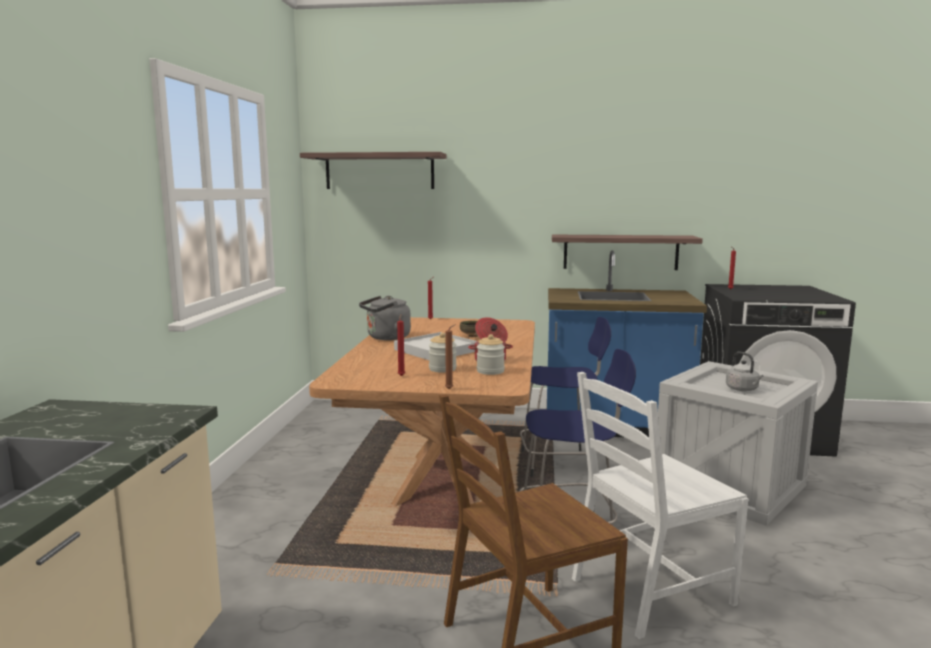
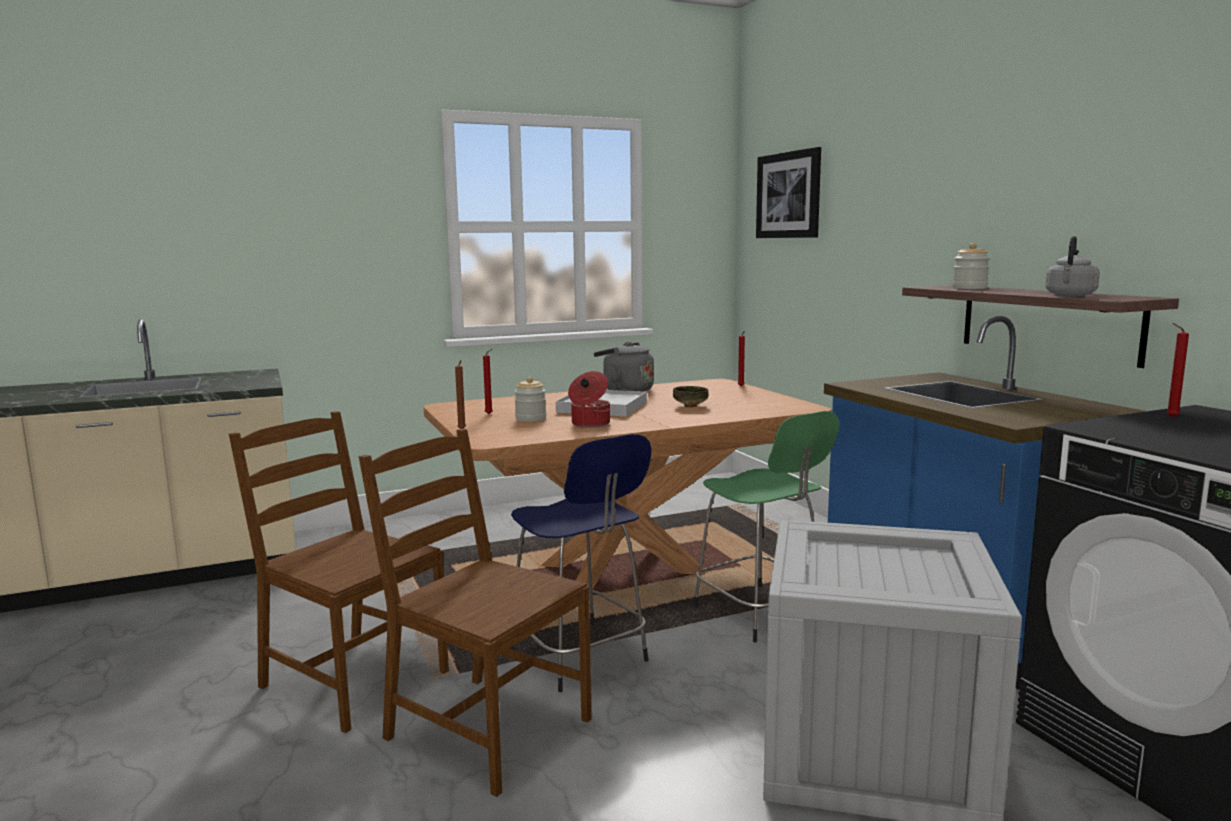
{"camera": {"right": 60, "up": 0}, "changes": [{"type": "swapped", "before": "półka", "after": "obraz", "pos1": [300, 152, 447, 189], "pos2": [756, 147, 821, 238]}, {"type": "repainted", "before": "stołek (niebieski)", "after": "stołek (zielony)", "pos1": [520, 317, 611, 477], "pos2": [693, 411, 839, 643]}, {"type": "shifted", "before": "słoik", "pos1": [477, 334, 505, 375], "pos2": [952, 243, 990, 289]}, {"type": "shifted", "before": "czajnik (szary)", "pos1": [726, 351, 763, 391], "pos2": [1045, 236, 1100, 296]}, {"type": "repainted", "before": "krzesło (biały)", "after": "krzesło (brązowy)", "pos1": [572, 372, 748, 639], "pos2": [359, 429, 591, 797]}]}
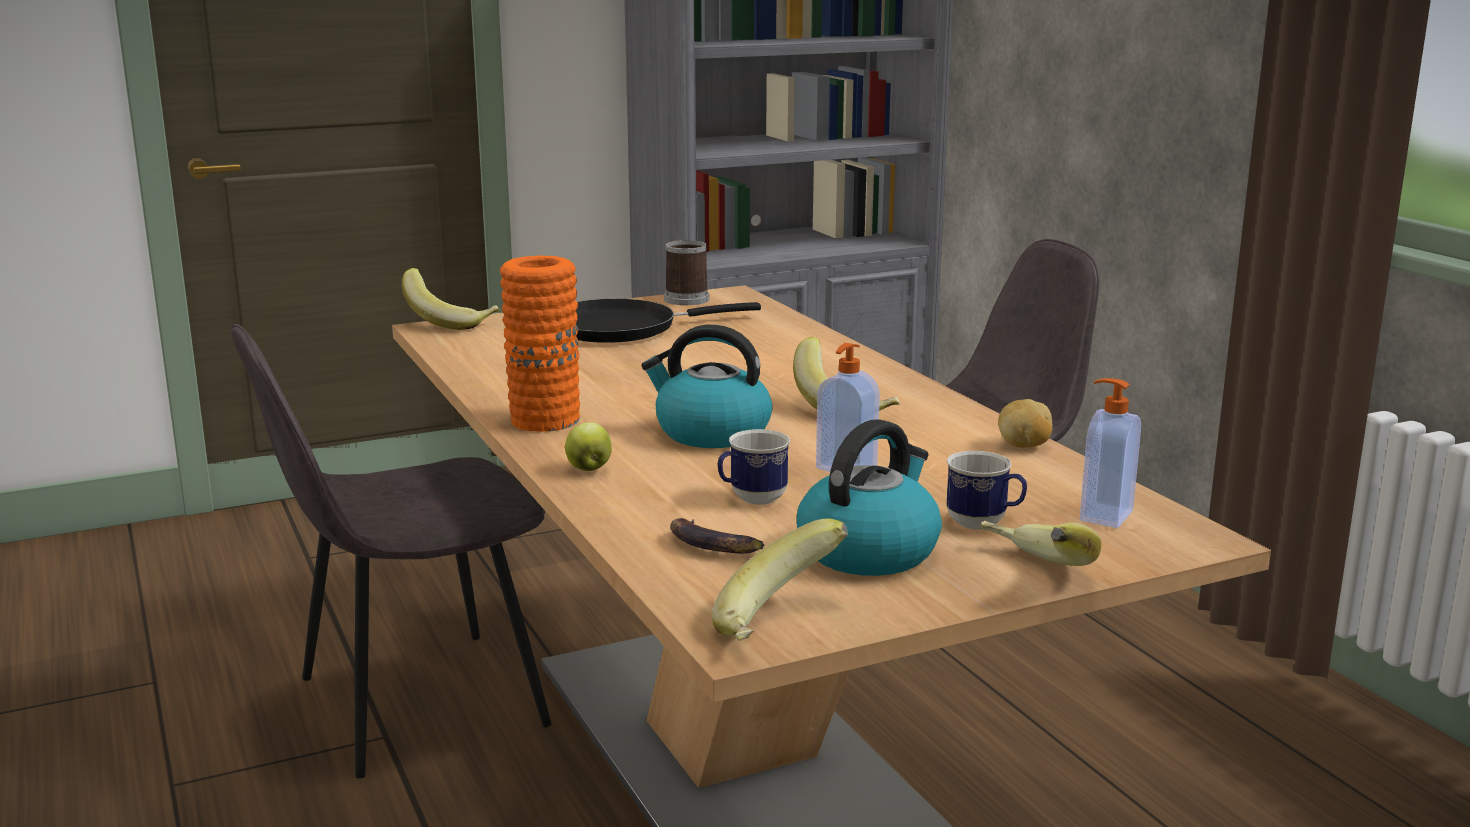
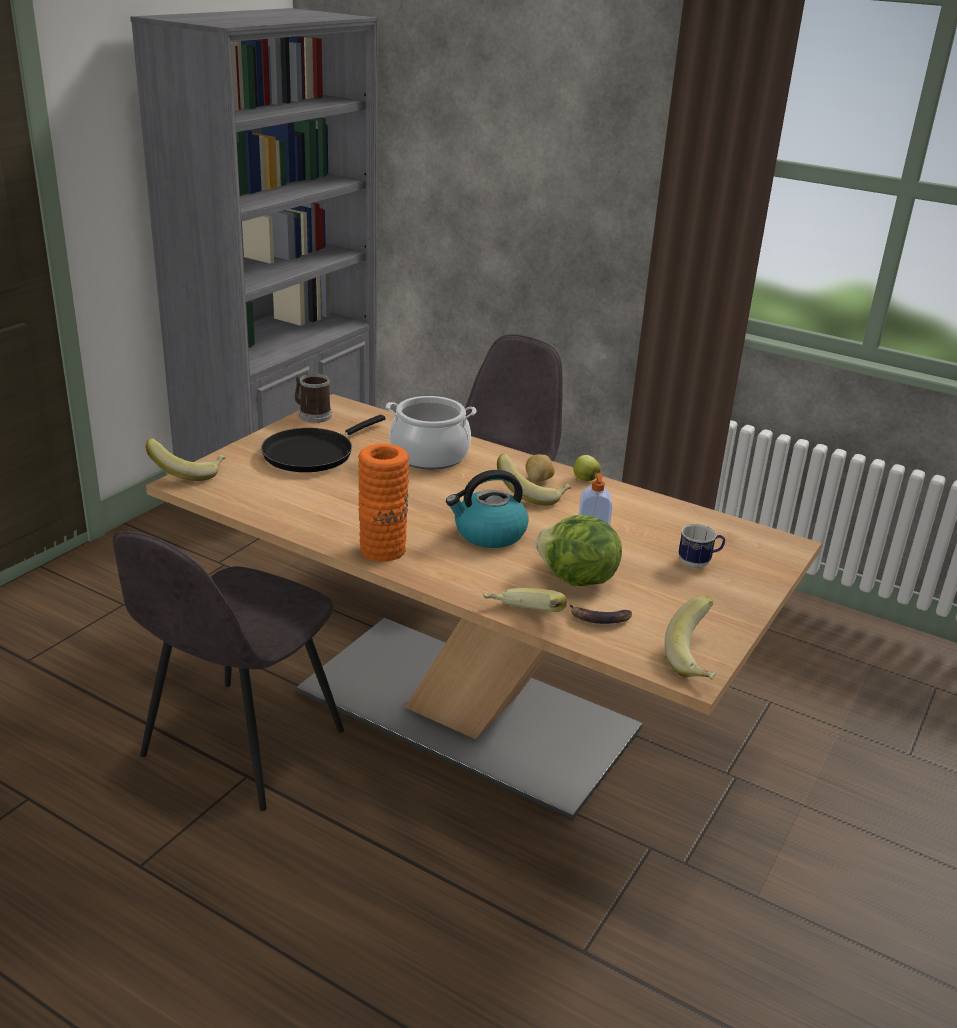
{"camera": {"right": -35, "up": 10}, "changes": [{"type": "gone", "before": "dozownik mydła", "pos1": [1080, 378, 1141, 528]}, {"type": "shifted", "before": "ziemniak", "pos1": [998, 399, 1053, 448], "pos2": [526, 454, 555, 482]}, {"type": "gone", "before": "czajnik", "pos1": [797, 419, 942, 576]}, {"type": "shifted", "before": "jabłko", "pos1": [565, 423, 612, 471], "pos2": [574, 455, 601, 481]}, {"type": "swapped", "before": "kubek", "after": "sałata", "pos1": [718, 429, 790, 505], "pos2": [536, 515, 622, 586]}, {"type": "shifted", "before": "banan", "pos1": [980, 521, 1102, 566], "pos2": [483, 588, 567, 612]}, {"type": "new", "after": "garnek", "pos2": [386, 396, 477, 470]}]}
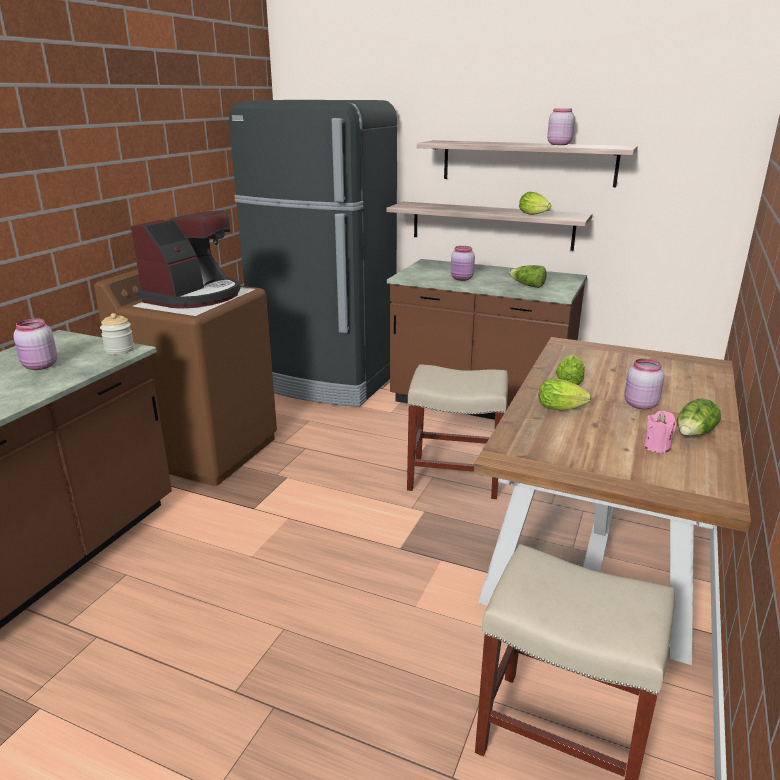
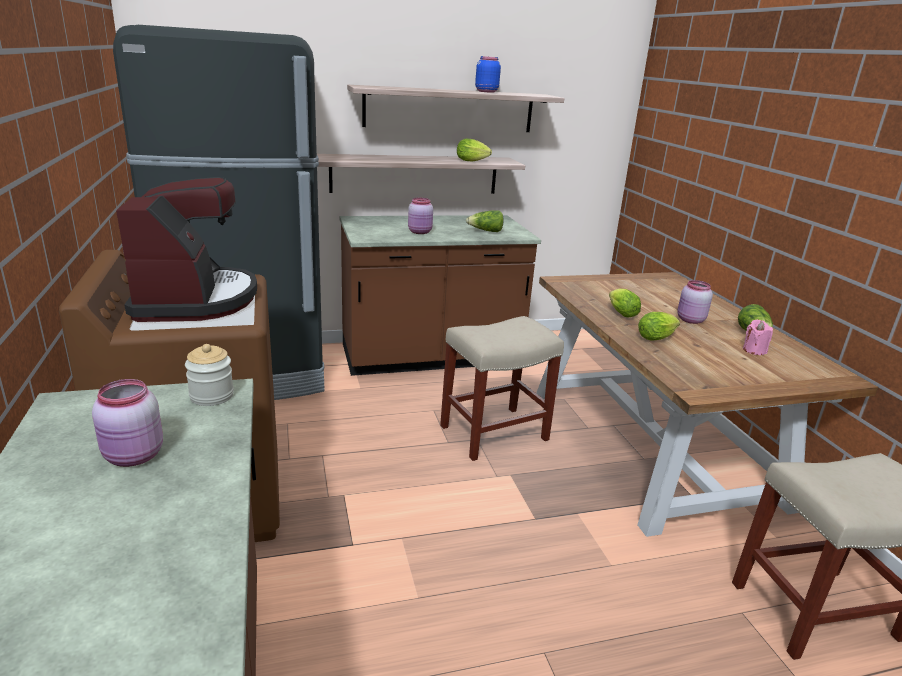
{"camera": {"right": -40, "up": 0}, "changes": [{"type": "repainted", "before": "słoik (różowy)", "after": "słoik (niebieski)", "pos1": [547, 108, 575, 145], "pos2": [475, 56, 501, 93]}]}
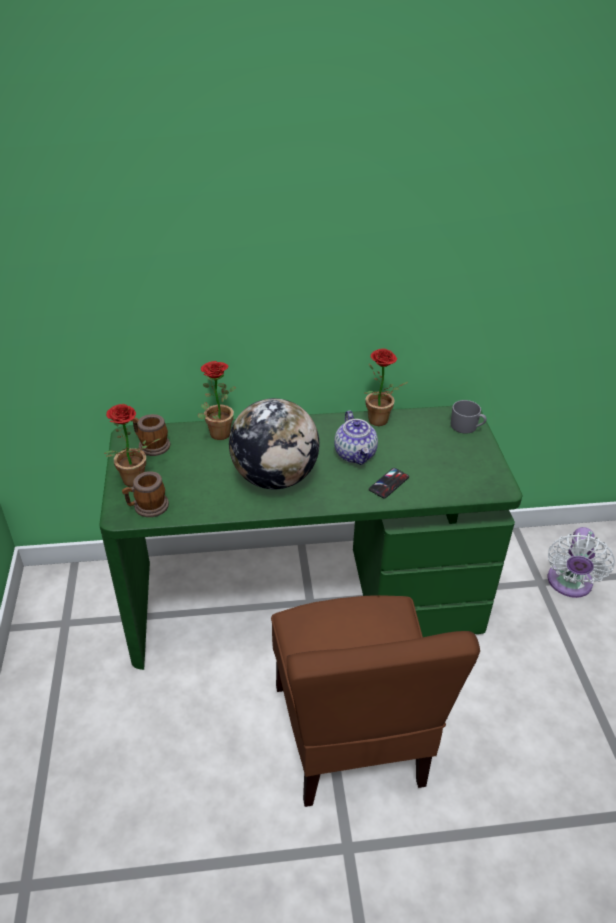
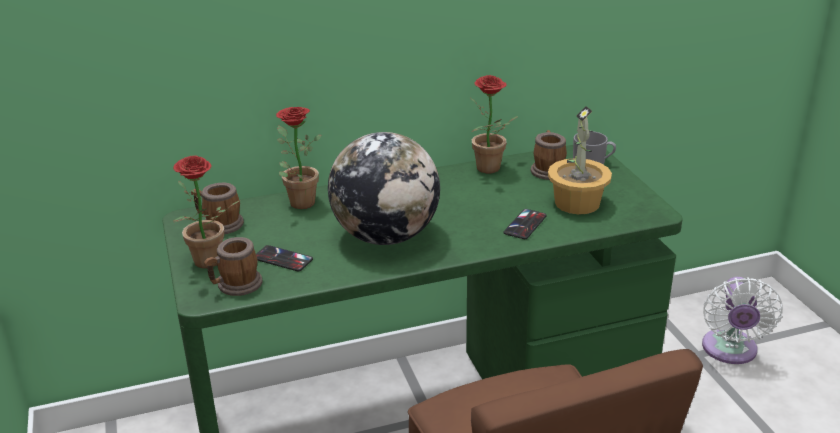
{"camera": {"right": -10, "up": -10}, "changes": [{"type": "gone", "before": "imbryk", "pos1": [334, 411, 378, 465]}, {"type": "new", "after": "roślina doniczkowa", "pos2": [548, 106, 612, 214]}, {"type": "new", "after": "kubek", "pos2": [531, 130, 567, 180]}, {"type": "new", "after": "telefon", "pos2": [256, 245, 313, 271]}]}
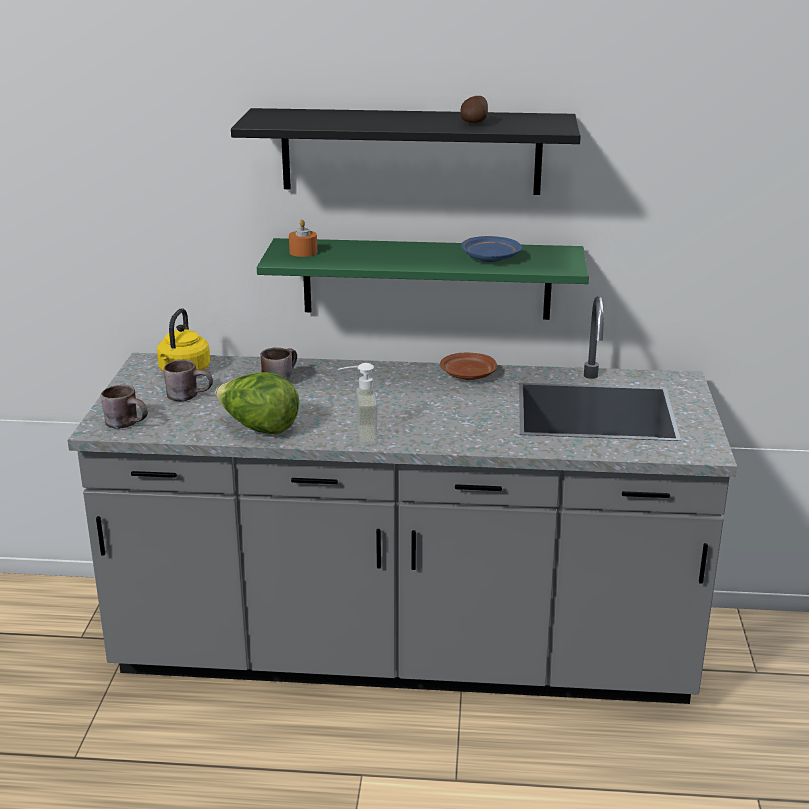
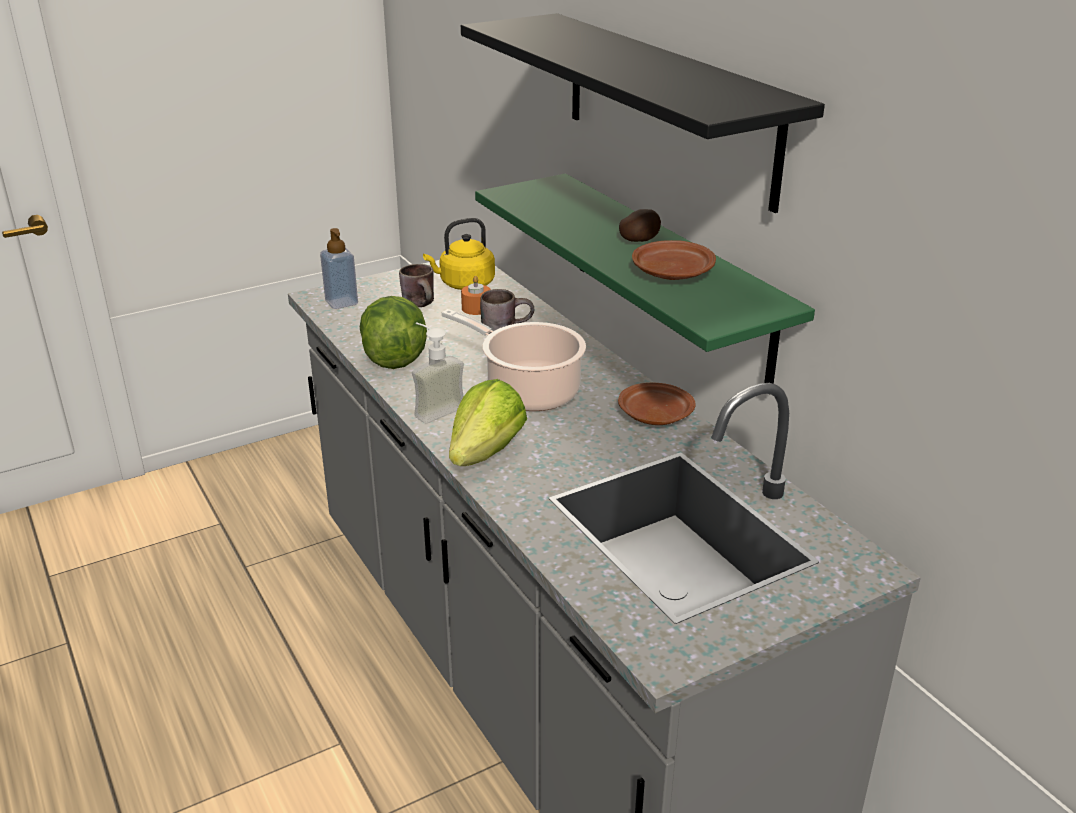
{"camera": {"right": 55, "up": 5}, "changes": [{"type": "shifted", "before": "ziemniak", "pos1": [460, 96, 488, 123], "pos2": [619, 209, 661, 242]}, {"type": "shifted", "before": "świeca (pomarańczowy)", "pos1": [289, 220, 317, 257], "pos2": [461, 276, 491, 315]}, {"type": "repainted", "before": "talerz (niebieski)", "after": "talerz (brązowy)", "pos1": [461, 236, 522, 262], "pos2": [632, 240, 716, 280]}, {"type": "swapped", "before": "kubek (brązowy)", "after": "dozownik mydła", "pos1": [101, 385, 148, 429], "pos2": [320, 228, 358, 309]}, {"type": "new", "after": "garnek", "pos2": [441, 309, 586, 411]}, {"type": "new", "after": "sałata", "pos2": [449, 379, 527, 466]}]}
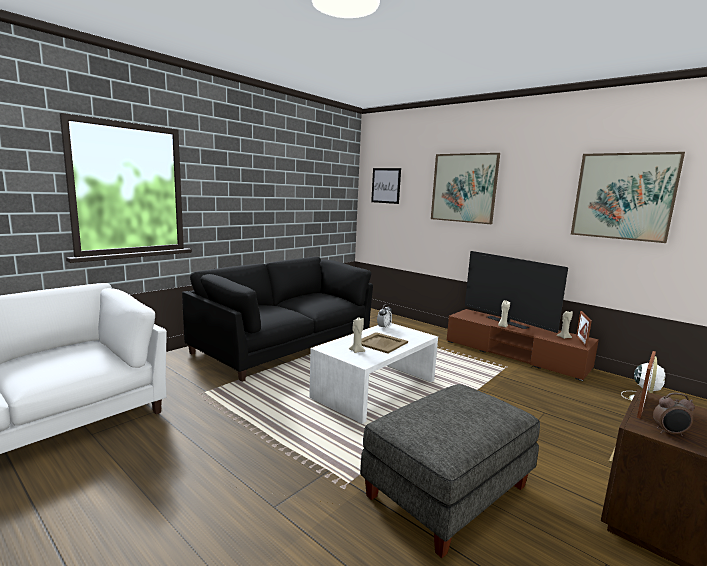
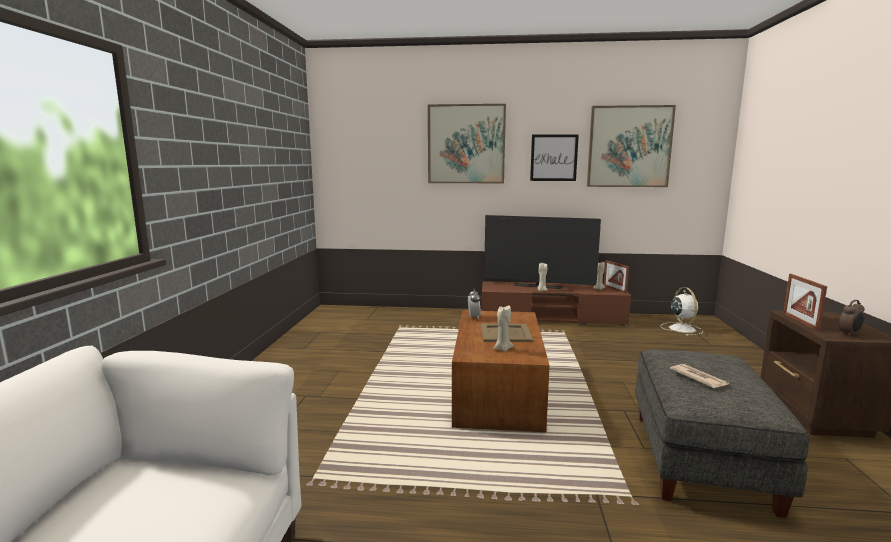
{"camera": {"right": -35, "up": 0}, "changes": [{"type": "shifted", "before": "obraz", "pos1": [371, 168, 401, 204], "pos2": [530, 134, 579, 181]}, {"type": "gone", "before": "kanapa (czarny)", "pos1": [182, 257, 373, 382]}, {"type": "repainted", "before": "ława (biały)", "after": "ława (brązowy)", "pos1": [309, 323, 438, 424], "pos2": [452, 310, 550, 432]}, {"type": "new", "after": "gazeta", "pos2": [670, 364, 729, 388]}]}
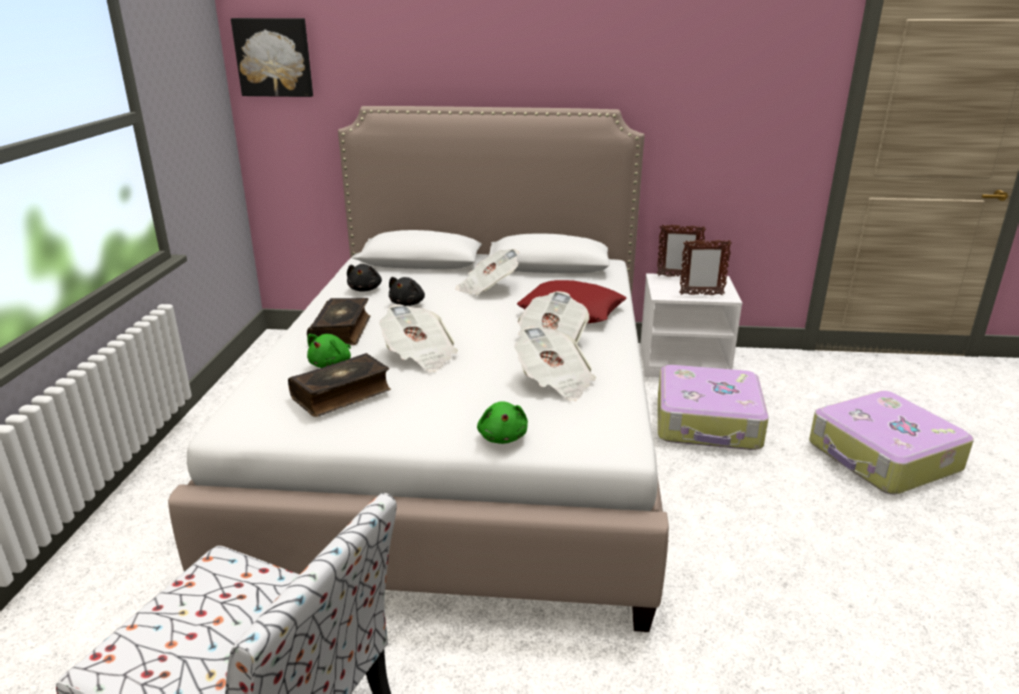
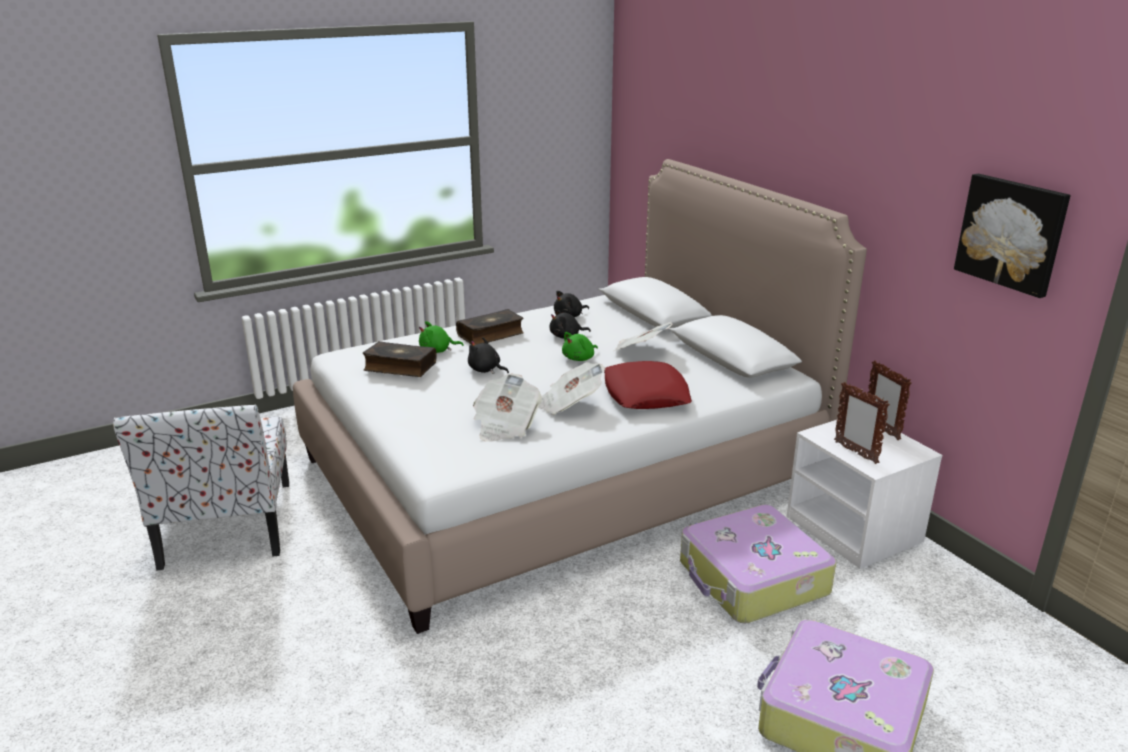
{"camera": {"right": 55, "up": 0}, "changes": [{"type": "shifted", "before": "obraz", "pos1": [231, 18, 313, 97], "pos2": [954, 174, 1070, 298]}, {"type": "swapped", "before": "gazeta", "after": "pluszak (czarny)", "pos1": [379, 304, 458, 372], "pos2": [468, 337, 509, 374]}, {"type": "shifted", "before": "pluszak (zielony)", "pos1": [477, 401, 528, 444], "pos2": [562, 332, 598, 361]}]}
